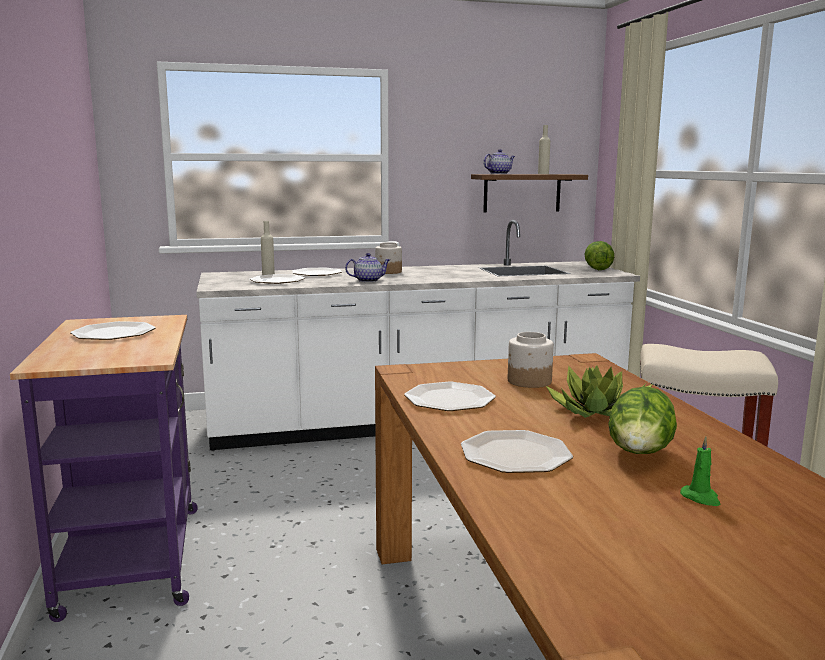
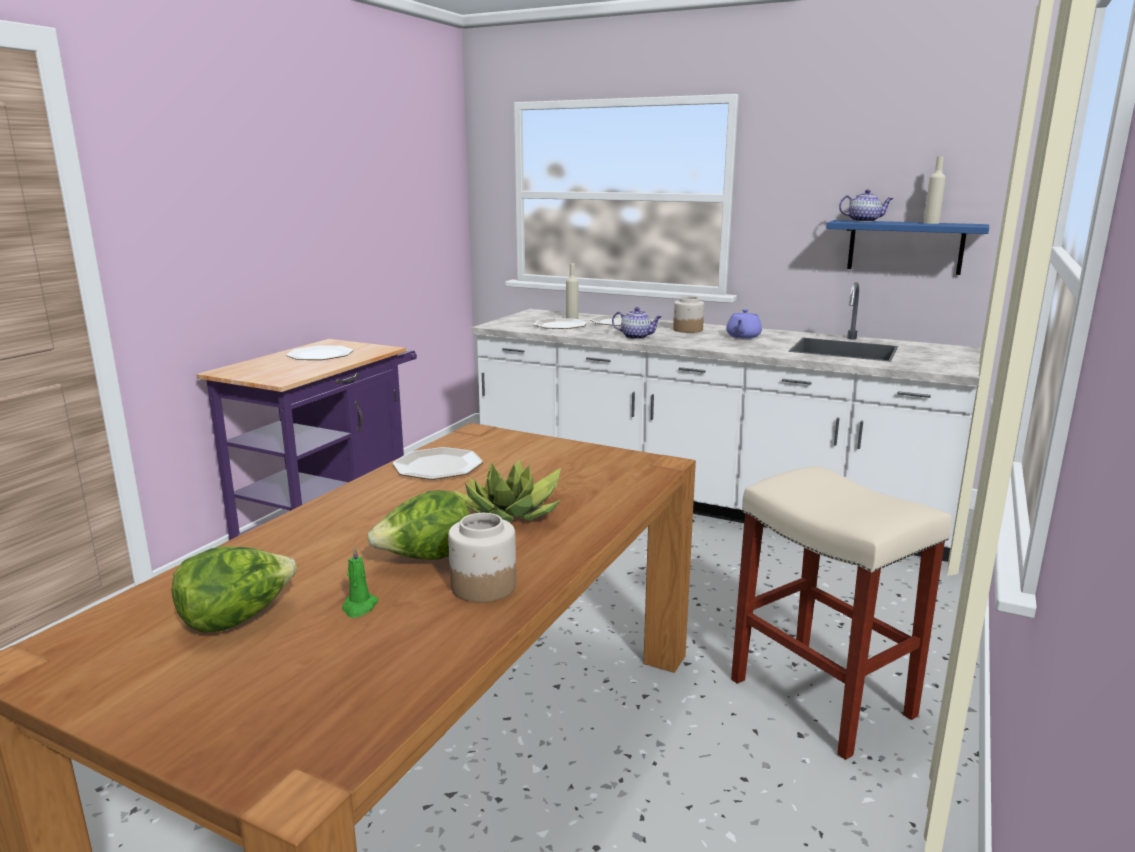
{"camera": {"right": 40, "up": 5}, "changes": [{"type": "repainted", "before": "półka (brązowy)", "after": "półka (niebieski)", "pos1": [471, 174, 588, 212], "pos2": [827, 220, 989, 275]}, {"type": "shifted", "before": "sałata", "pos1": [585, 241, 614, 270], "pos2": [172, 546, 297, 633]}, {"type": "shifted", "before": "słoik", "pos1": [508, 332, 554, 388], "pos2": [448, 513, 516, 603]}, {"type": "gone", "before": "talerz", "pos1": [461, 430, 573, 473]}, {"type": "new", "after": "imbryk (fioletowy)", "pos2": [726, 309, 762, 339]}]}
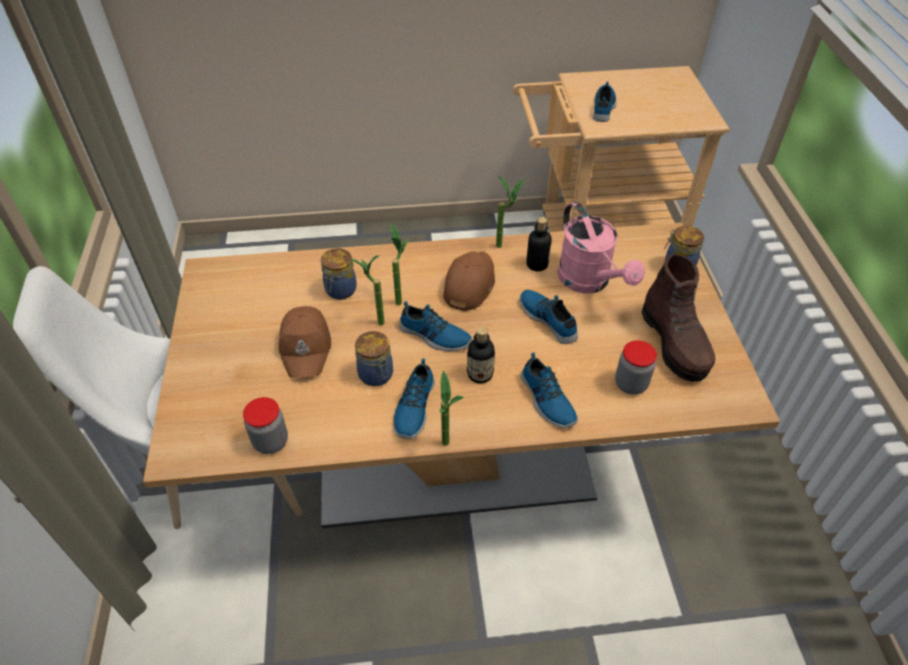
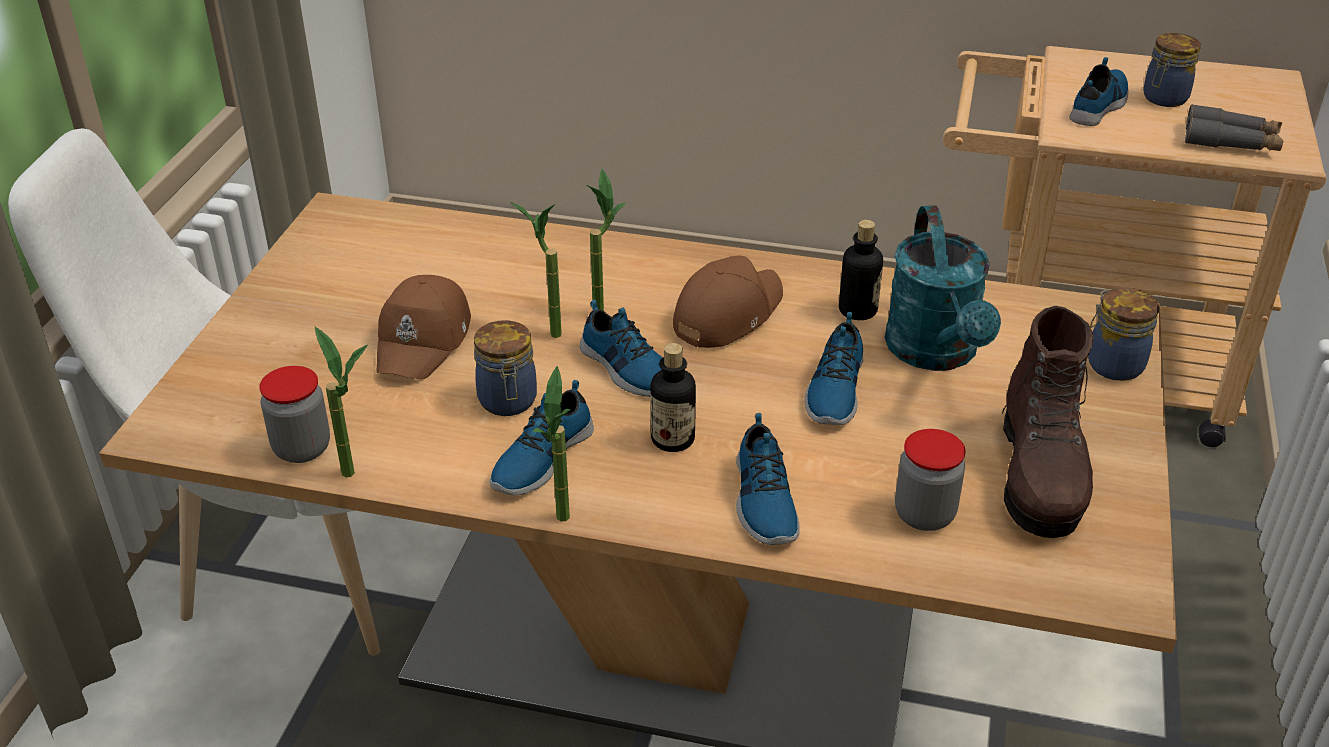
{"camera": {"right": 20, "up": -10}, "changes": [{"type": "shifted", "before": "roślina doniczkowa", "pos1": [496, 176, 525, 248], "pos2": [315, 327, 368, 478]}, {"type": "repainted", "before": "konewka (różowy)", "after": "konewka (turkusowy)", "pos1": [558, 202, 645, 293], "pos2": [885, 205, 1001, 371]}, {"type": "shifted", "before": "słoik", "pos1": [321, 248, 357, 299], "pos2": [1143, 33, 1201, 107]}, {"type": "rotated", "before": "but", "pos1": [519, 290, 578, 344], "pos2": [804, 312, 863, 425], "turn": -150}, {"type": "new", "after": "lornetka (szary)", "pos2": [1185, 104, 1283, 151]}]}
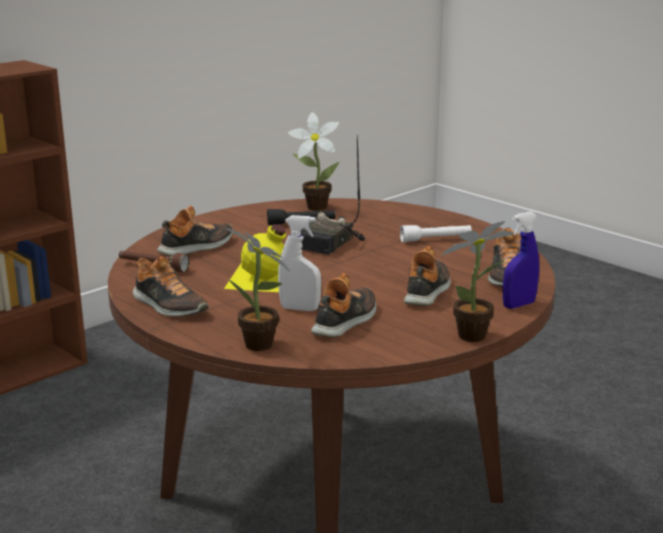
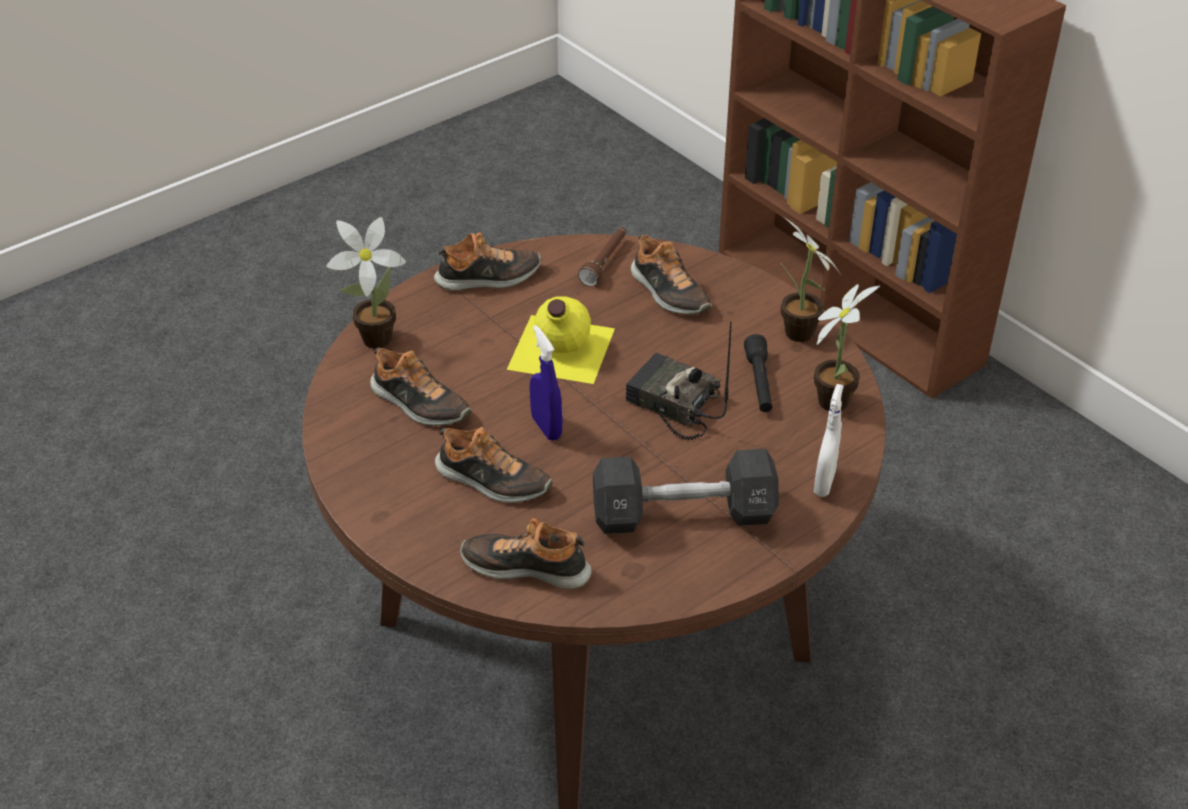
{"camera": {"right": 95, "up": 20}, "changes": [{"type": "shifted", "before": "spryskiwacz (niebieski)", "pos1": [503, 211, 539, 309], "pos2": [530, 325, 562, 441]}, {"type": "shifted", "before": "spryskiwacz (biały)", "pos1": [278, 215, 321, 311], "pos2": [814, 384, 844, 497]}, {"type": "shifted", "before": "roślina doniczkowa", "pos1": [442, 221, 514, 342], "pos2": [780, 216, 840, 342]}, {"type": "swapped", "before": "latarka (biały)", "after": "hantel (czarny)", "pos1": [400, 225, 472, 242], "pos2": [593, 449, 779, 534]}, {"type": "rotated", "before": "but", "pos1": [133, 256, 209, 317], "pos2": [434, 232, 541, 291], "turn": -150}]}
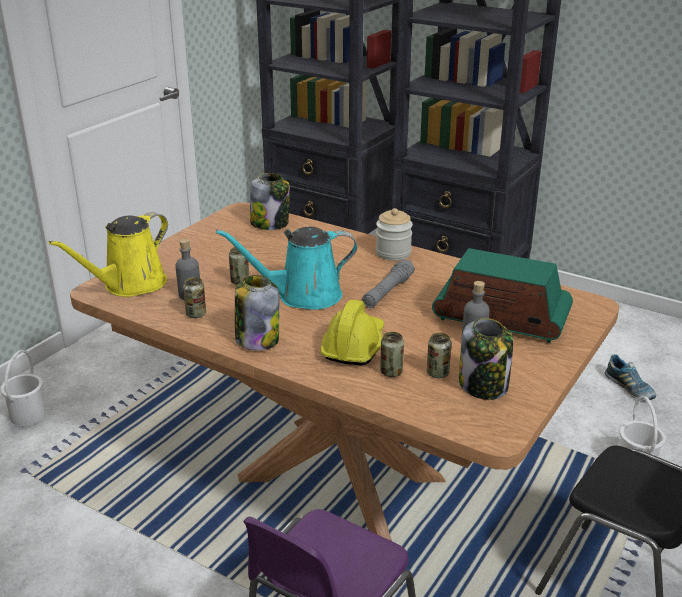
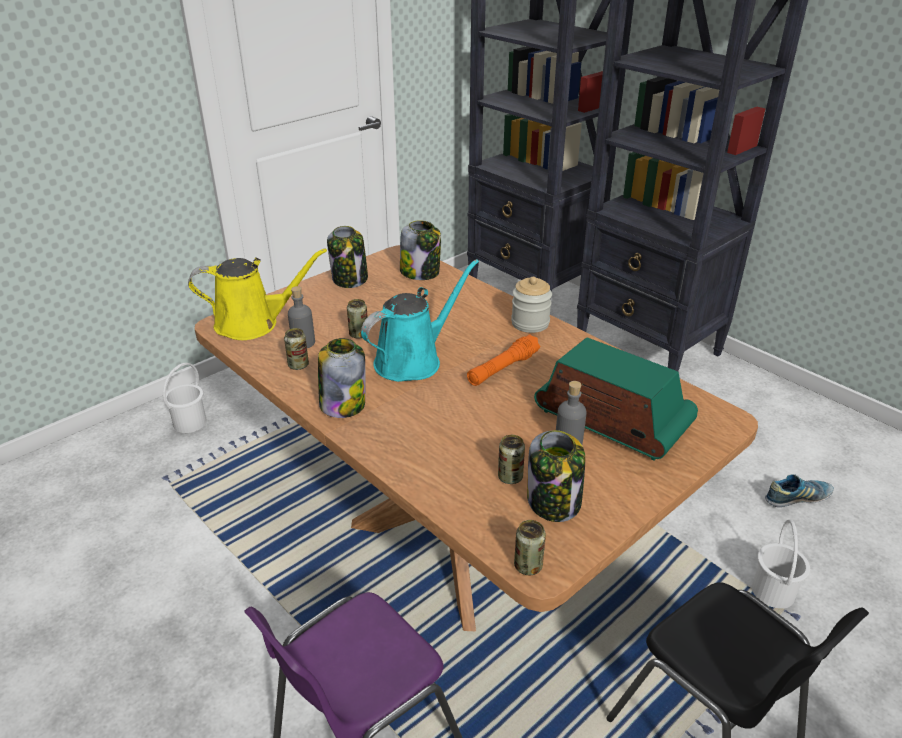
{"camera": {"right": 15, "up": 5}, "changes": [{"type": "rotated", "before": "konewka (żółty)", "pos1": [48, 212, 168, 297], "pos2": [188, 248, 327, 340], "turn": -150}, {"type": "rotated", "before": "konewka (turkusowy)", "pos1": [216, 227, 357, 310], "pos2": [361, 259, 479, 382], "turn": 135}, {"type": "repainted", "before": "latarka (szary)", "after": "latarka (pomarańczowy)", "pos1": [362, 259, 415, 308], "pos2": [467, 334, 540, 386]}, {"type": "gone", "before": "kask (żółty)", "pos1": [321, 300, 384, 365]}, {"type": "shifted", "before": "puszka", "pos1": [380, 332, 404, 377], "pos2": [514, 520, 546, 575]}, {"type": "rotated", "before": "but", "pos1": [605, 354, 656, 401], "pos2": [765, 474, 834, 507], "turn": -90}, {"type": "new", "after": "słoik", "pos2": [327, 226, 368, 288]}]}
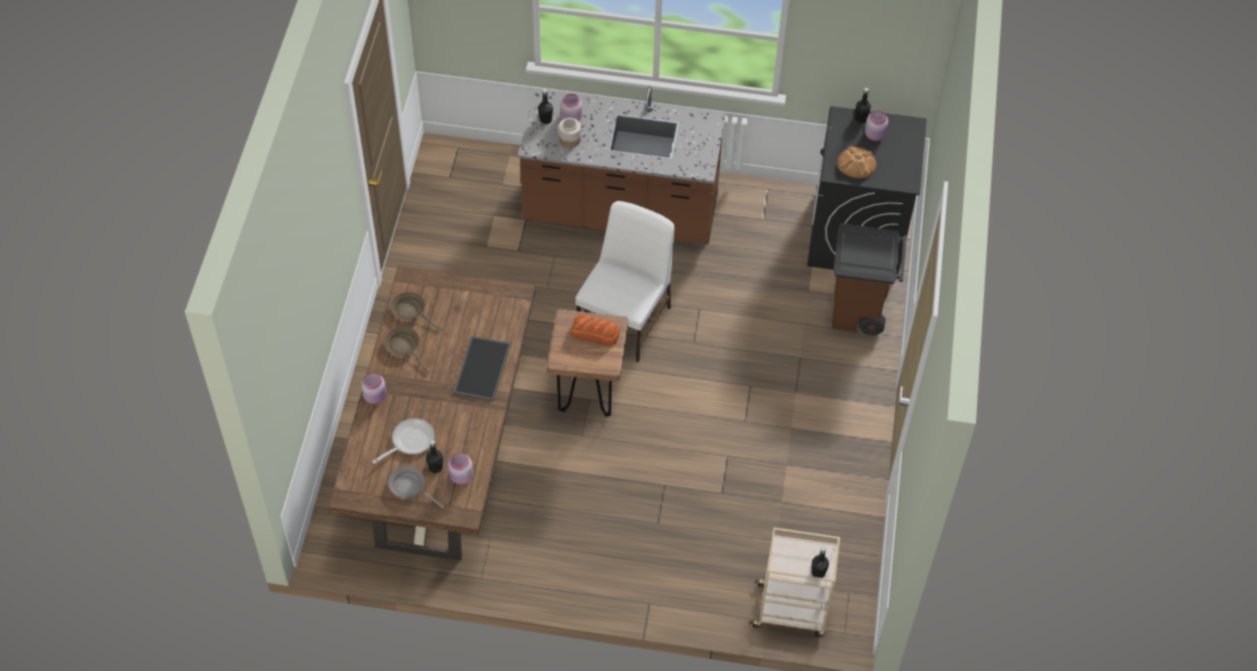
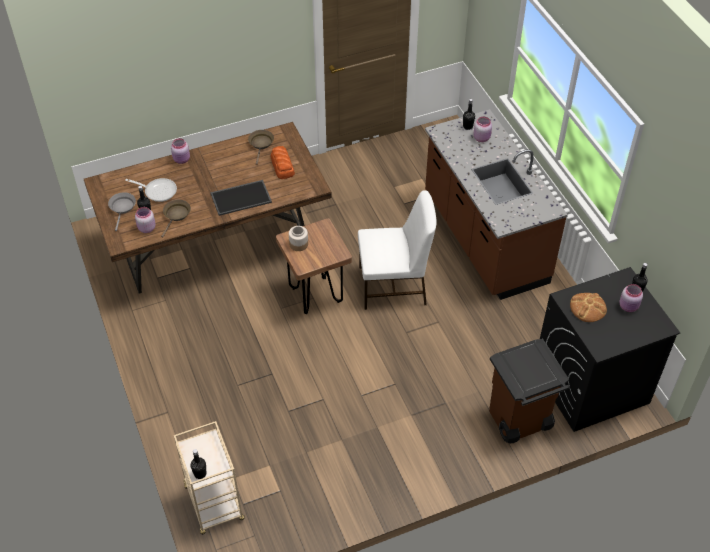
{"camera": {"right": 60, "up": -5}, "changes": [{"type": "shifted", "before": "słoik", "pos1": [559, 118, 581, 148], "pos2": [289, 226, 308, 251]}, {"type": "shifted", "before": "chleb", "pos1": [571, 315, 620, 346], "pos2": [271, 146, 295, 179]}, {"type": "shifted", "before": "patelnia (brązowy)", "pos1": [385, 327, 429, 373], "pos2": [161, 200, 191, 237]}]}
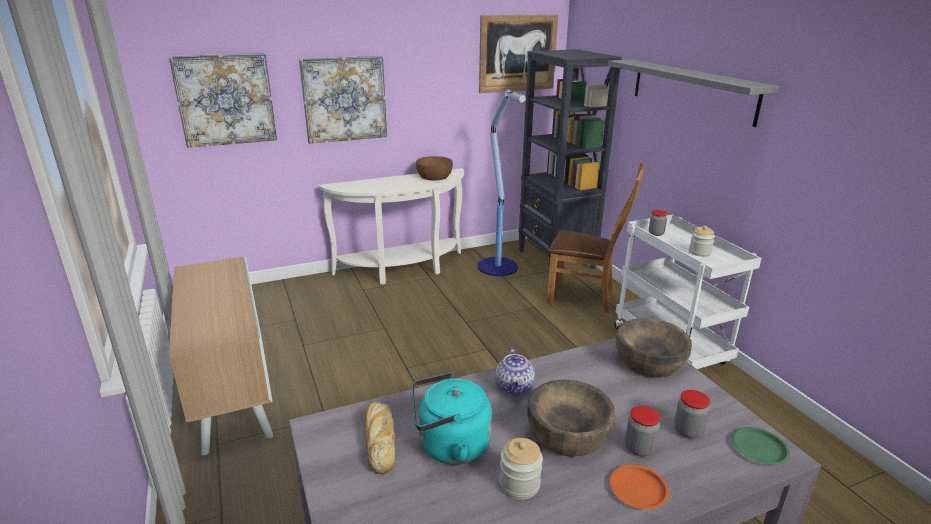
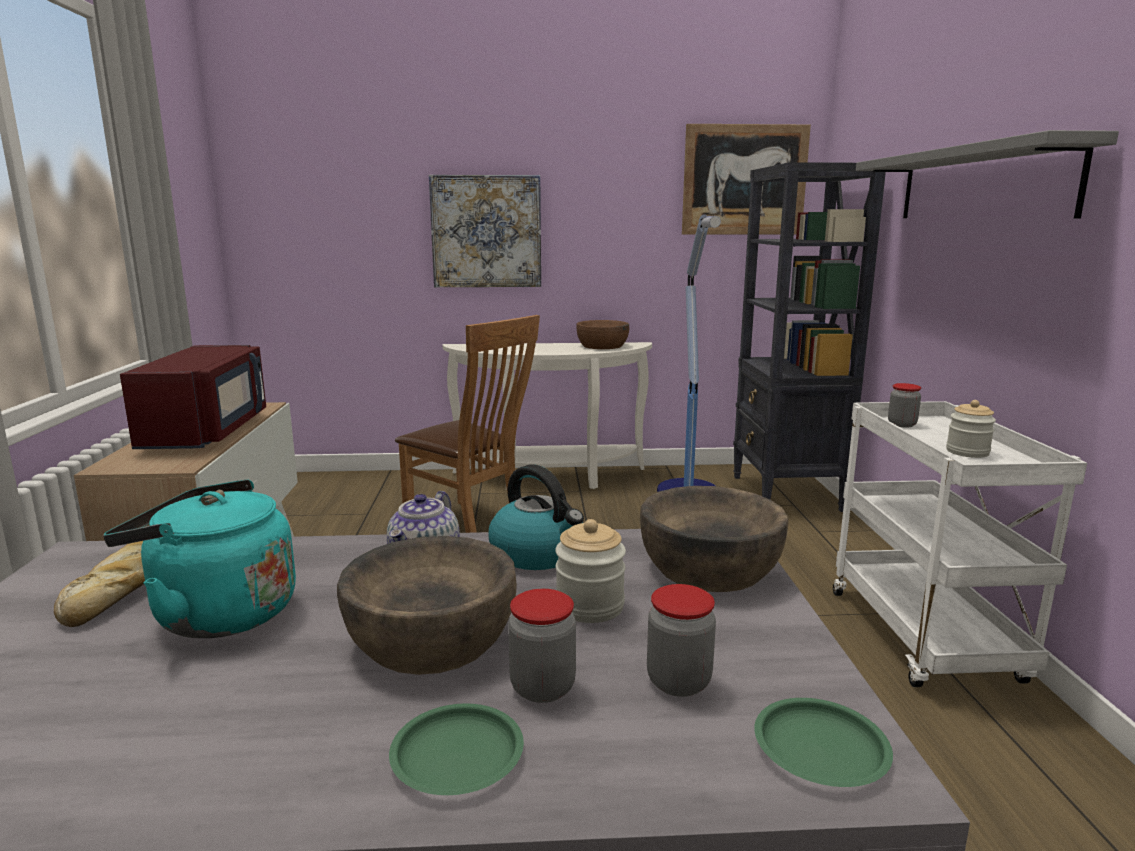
{"camera": {"right": 20, "up": -10}, "changes": [{"type": "gone", "before": "obraz", "pos1": [169, 53, 277, 148]}, {"type": "shifted", "before": "krzesło (brązowy)", "pos1": [547, 162, 644, 313], "pos2": [395, 315, 540, 533]}, {"type": "shifted", "before": "słoik", "pos1": [499, 438, 543, 500], "pos2": [555, 519, 626, 623]}, {"type": "repainted", "before": "talerz (pomarańczowy)", "after": "talerz (zielony)", "pos1": [610, 464, 669, 509], "pos2": [389, 703, 524, 795]}, {"type": "new", "after": "mikrofalówka (czerwony)", "pos2": [120, 345, 266, 449]}, {"type": "new", "after": "czajnik", "pos2": [489, 465, 584, 570]}]}
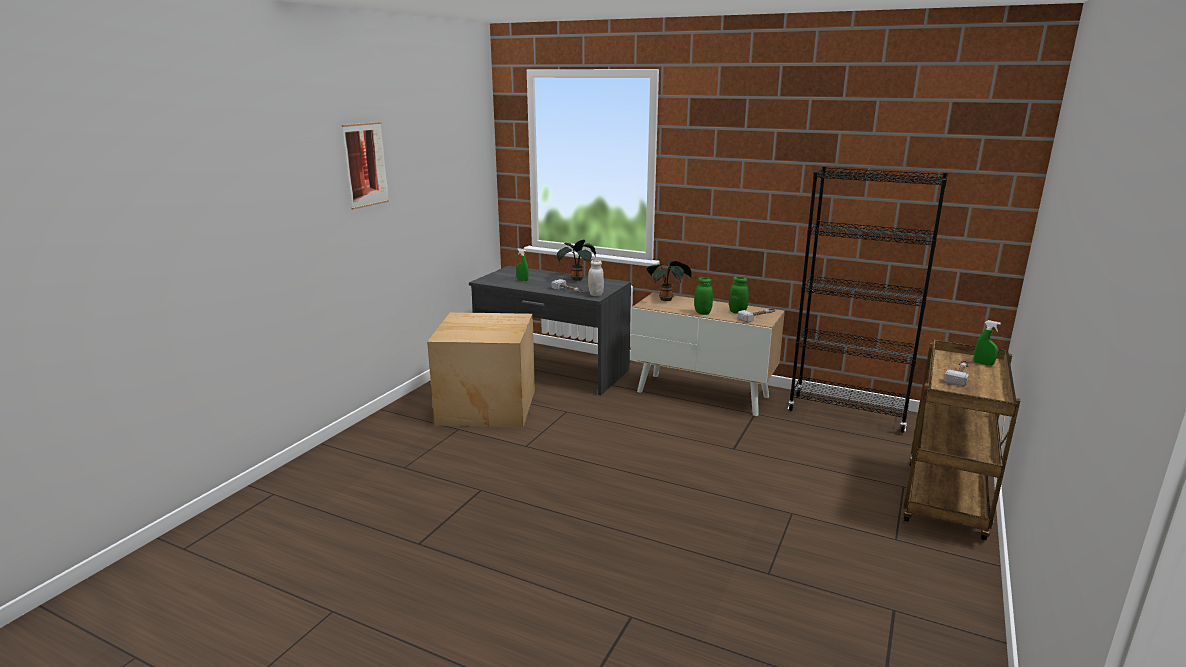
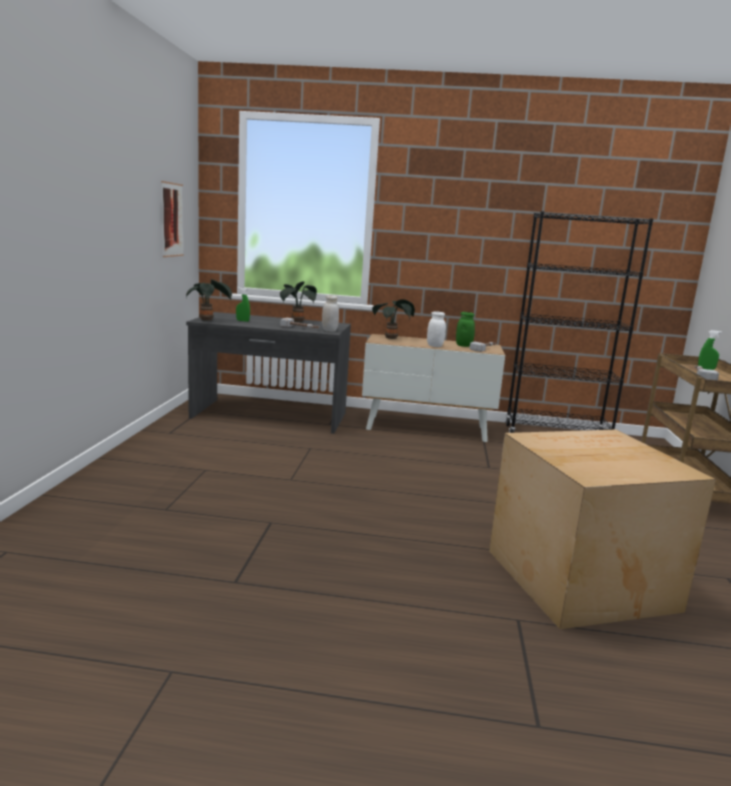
{"camera": {"right": -20, "up": -5}, "changes": [{"type": "shifted", "before": "obraz", "pos1": [342, 122, 389, 210], "pos2": [161, 181, 184, 257]}, {"type": "repainted", "before": "słoik (zielony)", "after": "słoik (biały)", "pos1": [694, 277, 713, 315], "pos2": [427, 311, 446, 347]}, {"type": "shifted", "before": "karton", "pos1": [427, 312, 535, 428], "pos2": [489, 430, 716, 629]}, {"type": "new", "after": "roślina doniczkowa", "pos2": [186, 279, 232, 321]}]}
